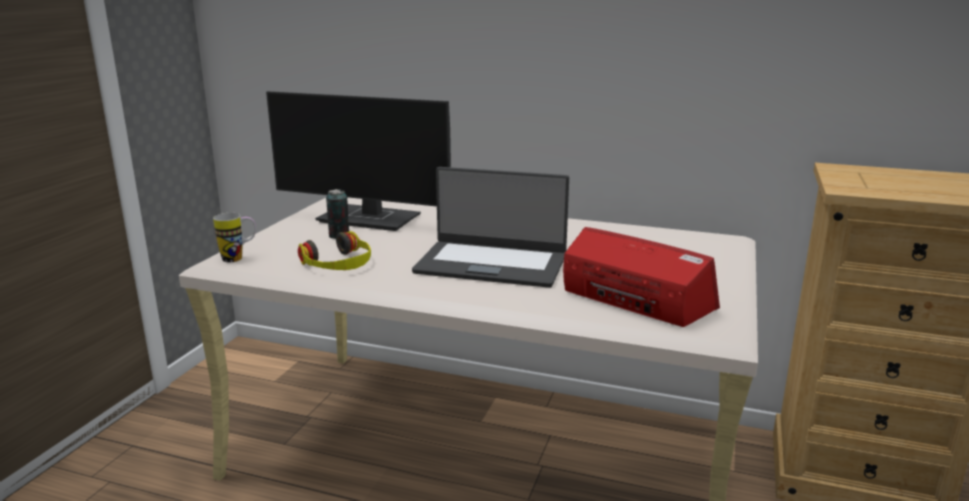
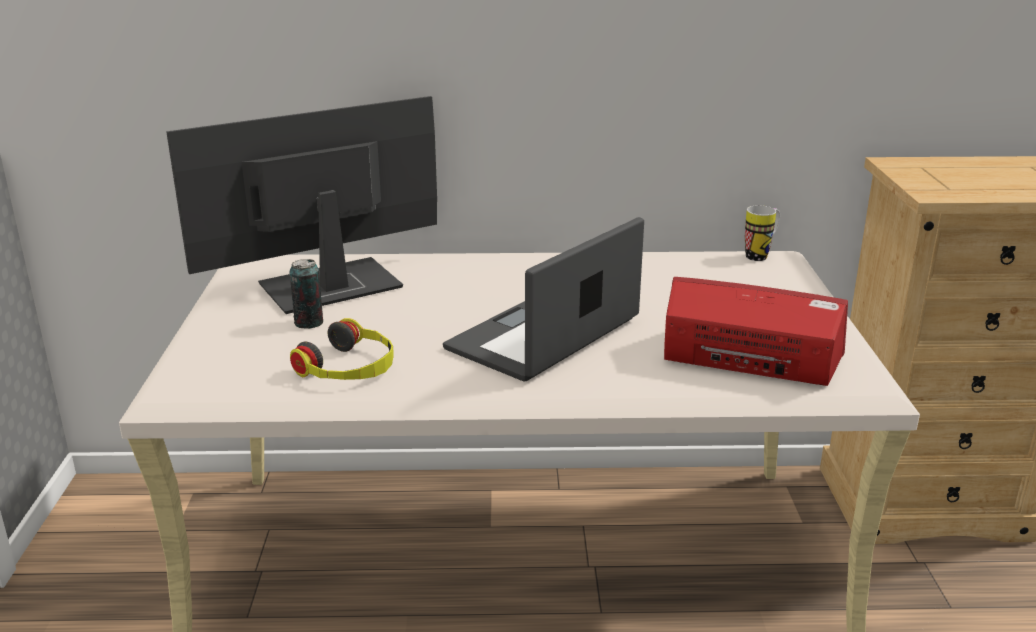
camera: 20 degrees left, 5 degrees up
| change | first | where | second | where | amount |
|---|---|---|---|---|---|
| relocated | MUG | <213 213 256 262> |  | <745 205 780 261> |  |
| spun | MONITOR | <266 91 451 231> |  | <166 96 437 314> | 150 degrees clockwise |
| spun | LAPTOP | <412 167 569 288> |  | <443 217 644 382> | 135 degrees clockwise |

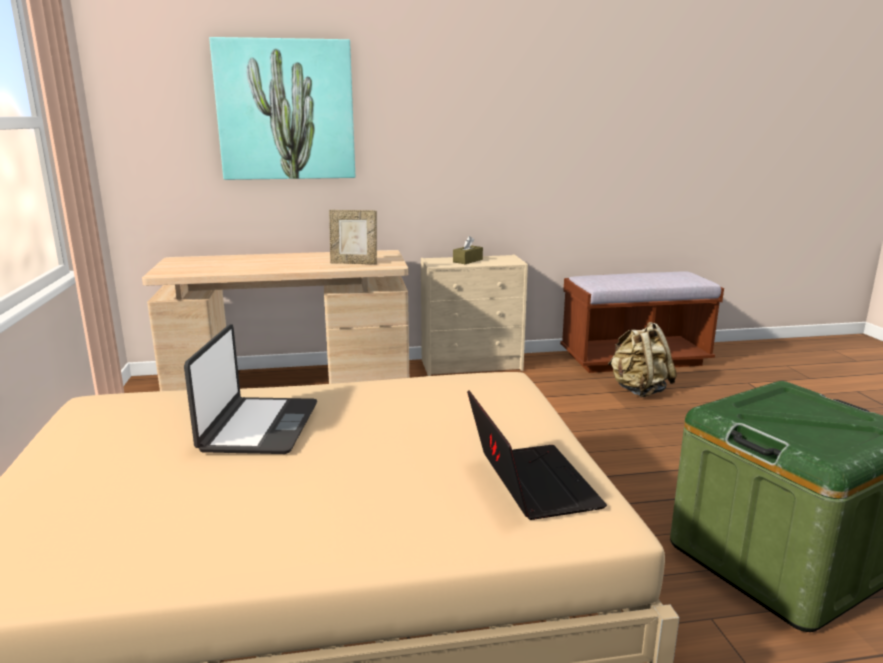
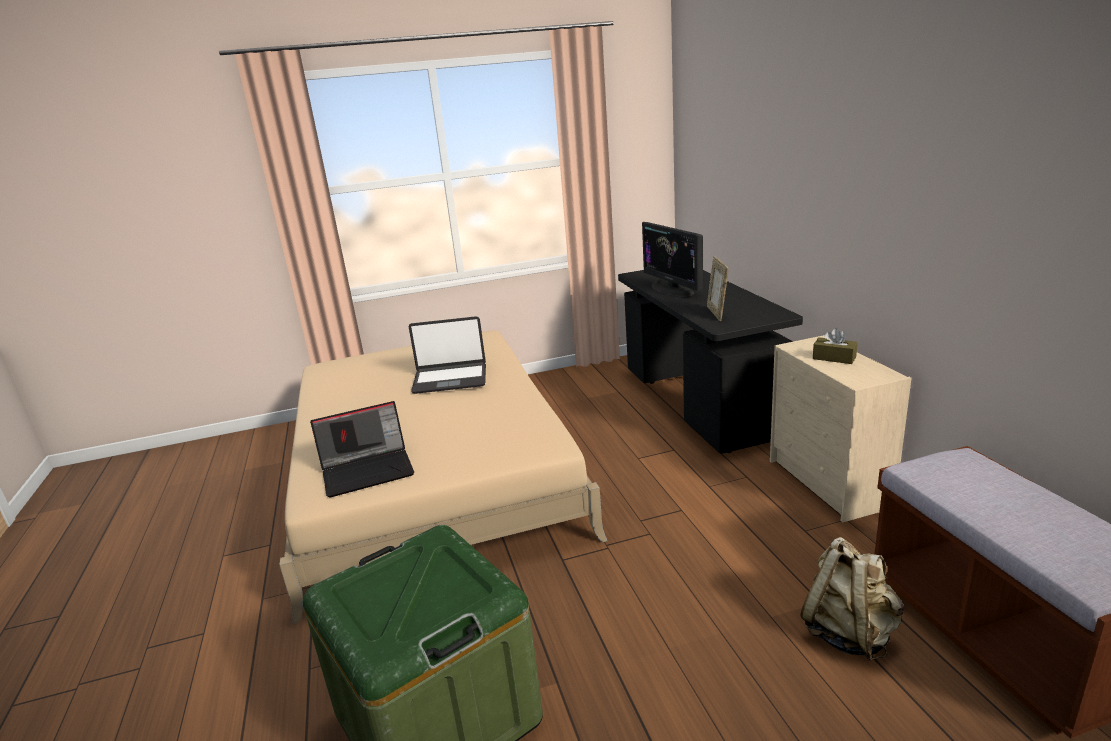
camera: 85 degrees right, 5 degrees up
| change | first | where | second | where | amount |
|---|---|---|---|---|---|
| missing | PICTURE | <209 37 355 180> |  |  |  |
| appeared |  |  | MONITOR | <642 222 703 296> |  |
| colour | BEIGE DESK | <142 250 409 391> | BLACK DESK | <618 270 803 454> |  |

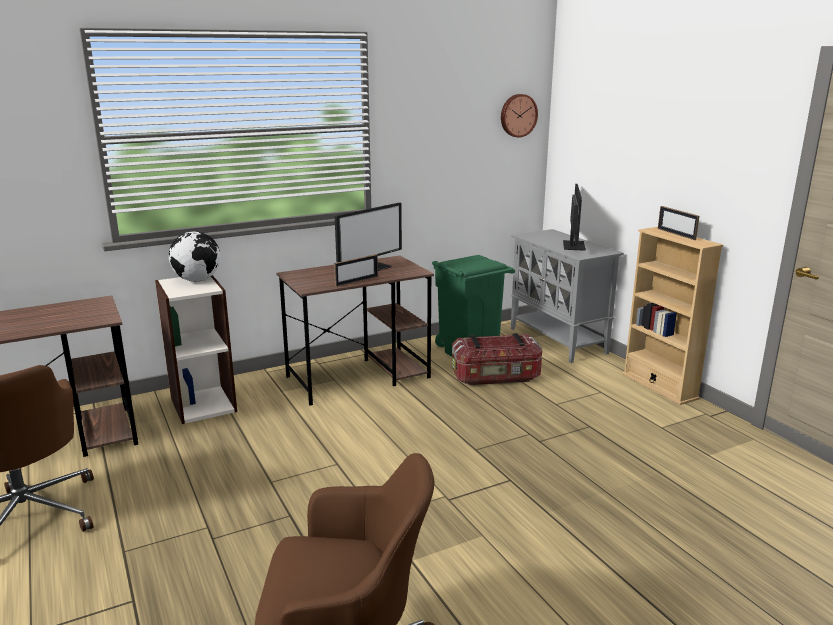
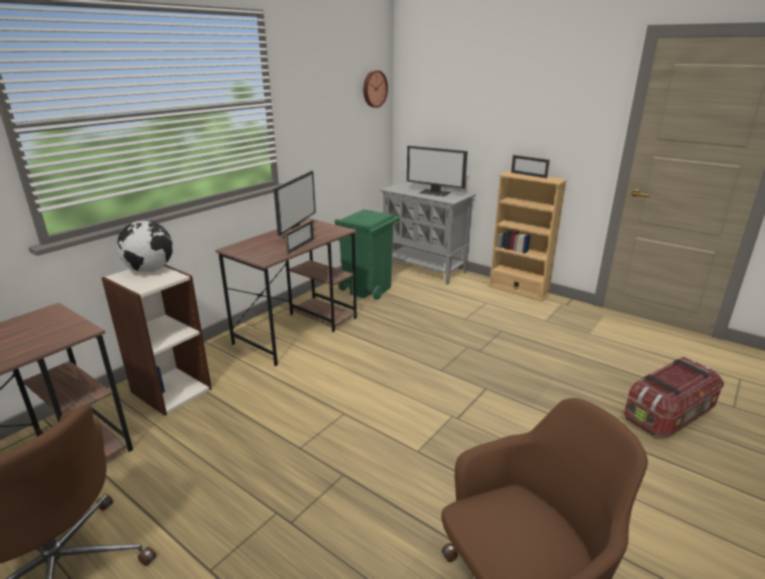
camera: 25 degrees left, 5 degrees up
| change | first | where | second | where | amount |
|---|---|---|---|---|---|
| relocated | STORAGE BOX | <452 333 542 385> |  | <623 357 725 437> |  |
| spun | MONITOR | <563 184 586 251> |  | <407 146 468 197> | 135 degrees clockwise |

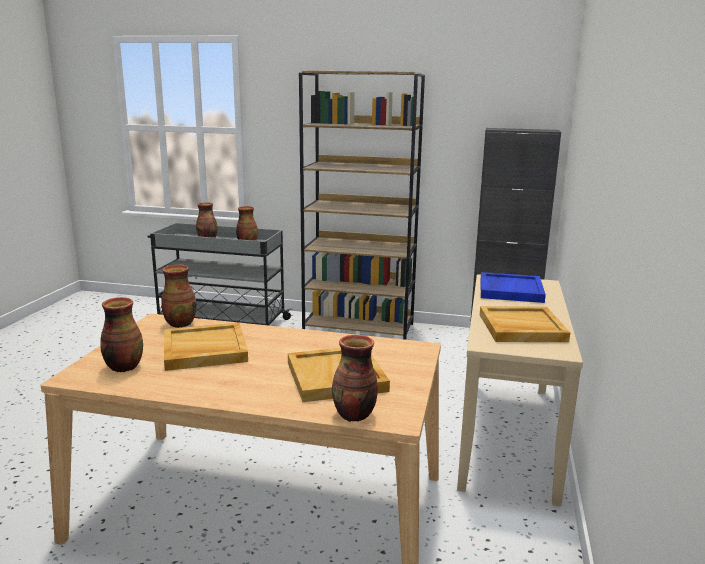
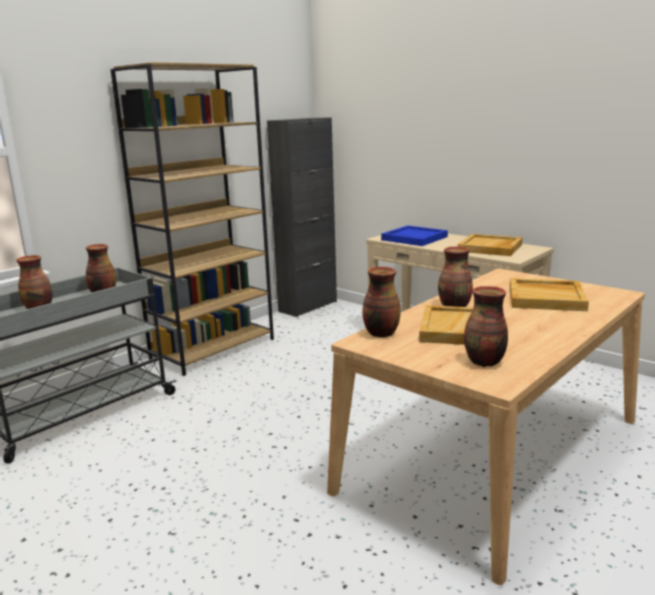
camera: 60 degrees left, 0 degrees up
| change | first | where | second | where | amount |
|---|---|---|---|---|---|
| relocated | VASE | <332 335 378 422> |  | <438 246 473 307> |  |

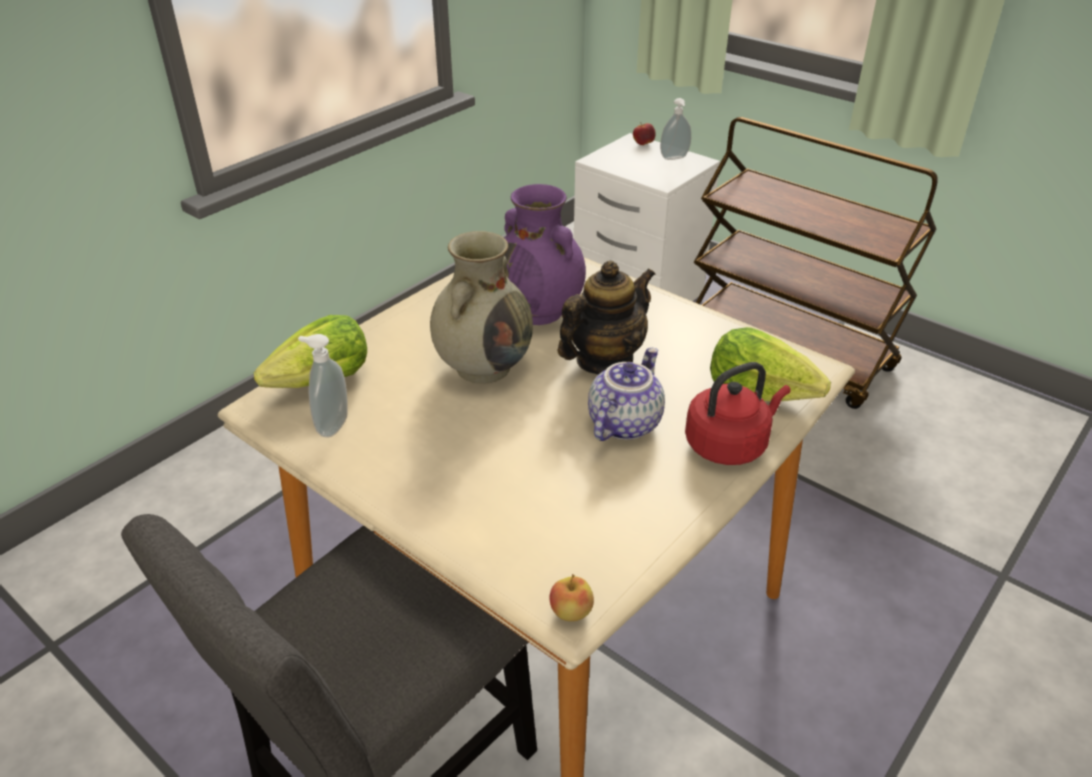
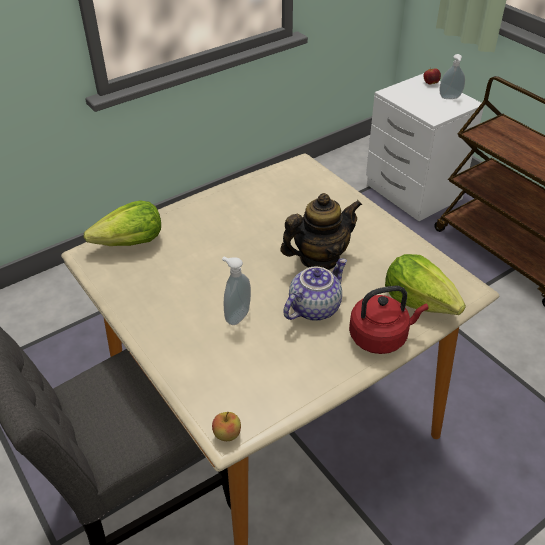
camera: 15 degrees right, 5 degrees up
| change | first | where | second | where | amount |
|---|---|---|---|---|---|
| missing | BEIGE VASE | <430 231 533 384> |  |  |  |
| missing | PURPLE VASE | <504 184 586 325> |  |  |  |
| relocated | SOAP DISPENSER | <298 334 348 438> |  | <222 257 251 325> |  |

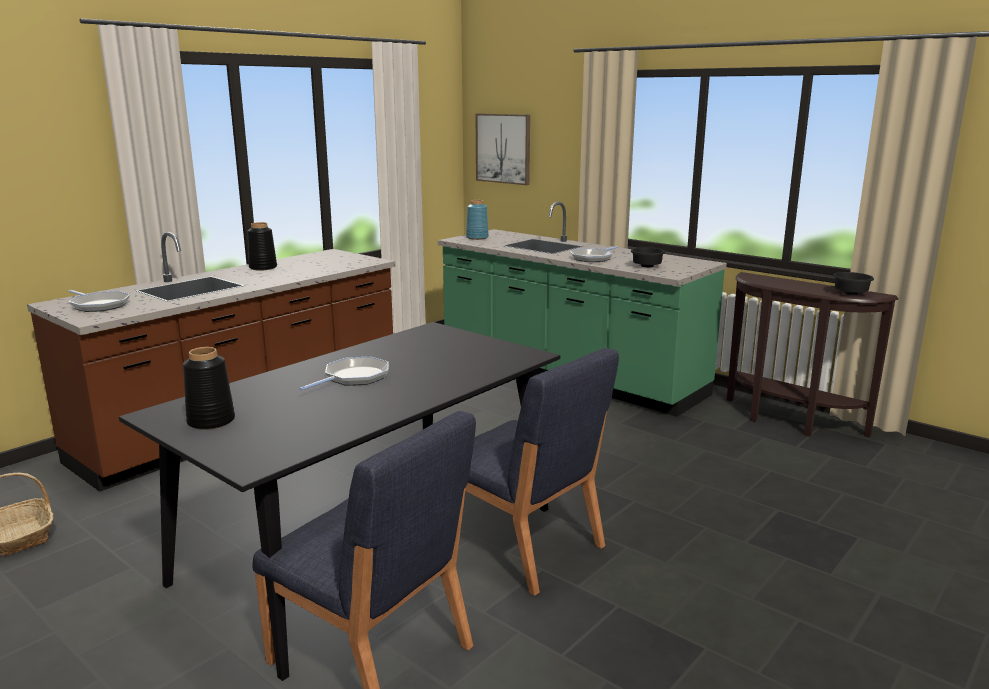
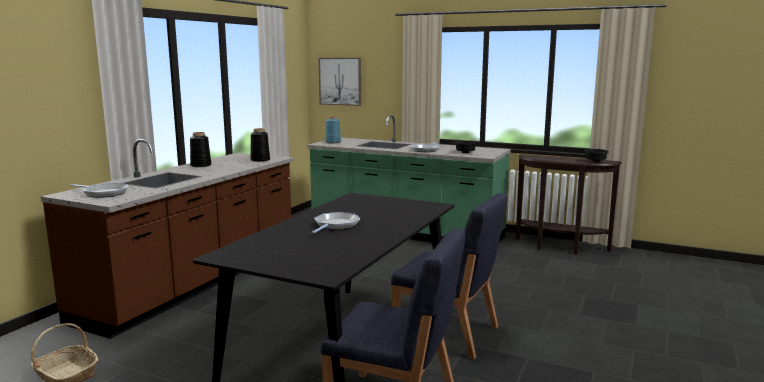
camera: 15 degrees left, 5 degrees down
| change | first | where | second | where | amount |
|---|---|---|---|---|---|
| relocated | BLACK VASE | <183 347 235 430> |  | <251 128 270 162> |  |

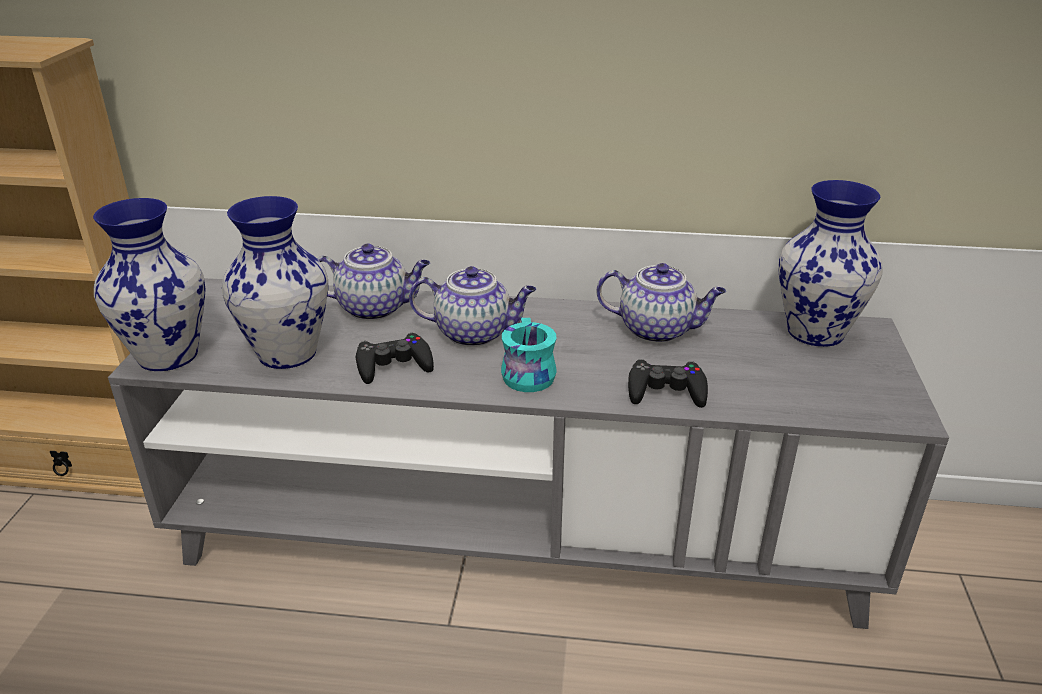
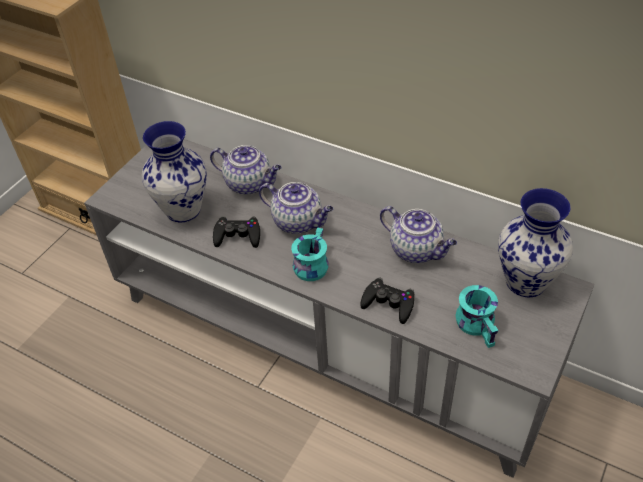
camera: 25 degrees right, 15 degrees up
| change | first | where | second | where | amount |
|---|---|---|---|---|---|
| missing | VASE | <93 198 206 371> |  |  |  |
| appeared |  |  | TURQUOISE MUG | <456 285 499 348> |  |

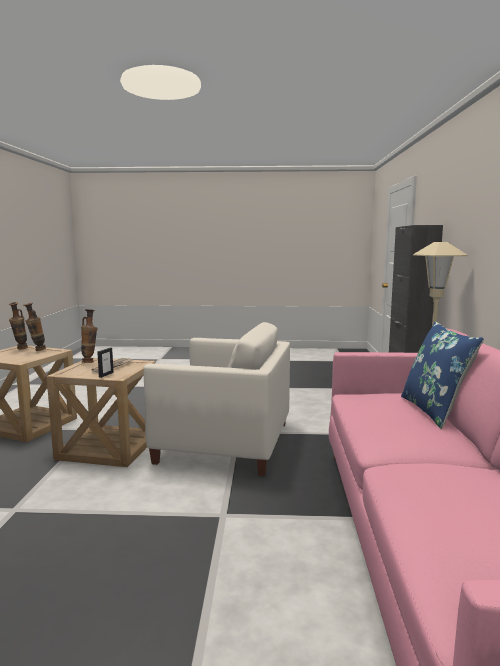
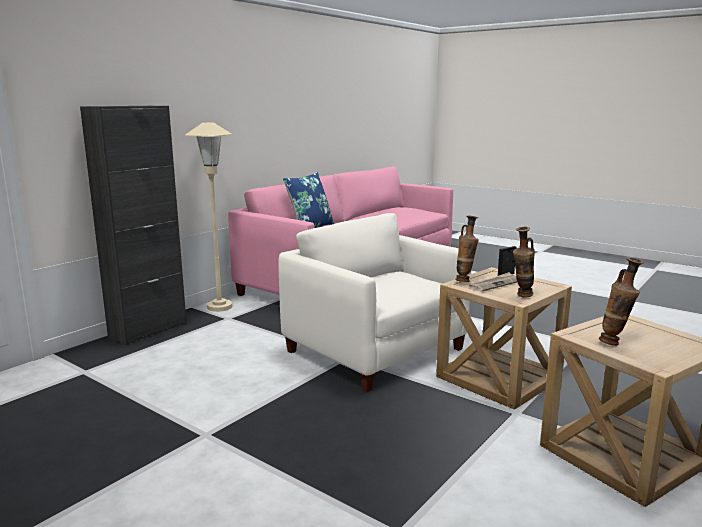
camera: 145 degrees left, 5 degrees up
| change | first | where | second | where | amount |
|---|---|---|---|---|---|
| relocated | VASE | <9 302 28 350> |  | <456 216 479 282> |  |

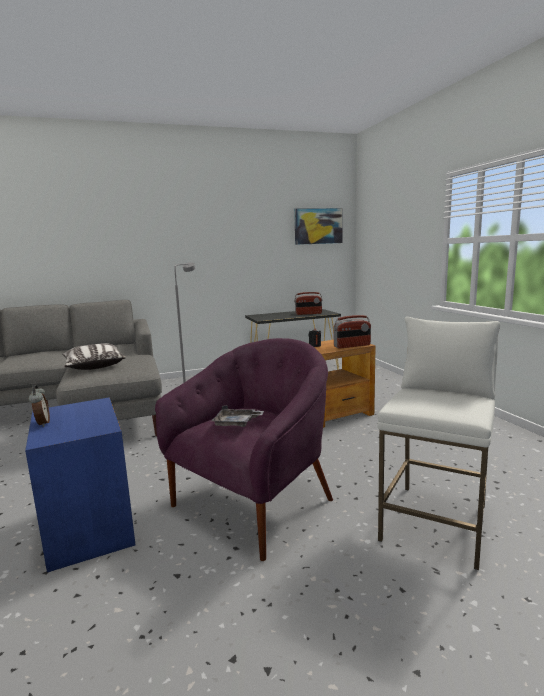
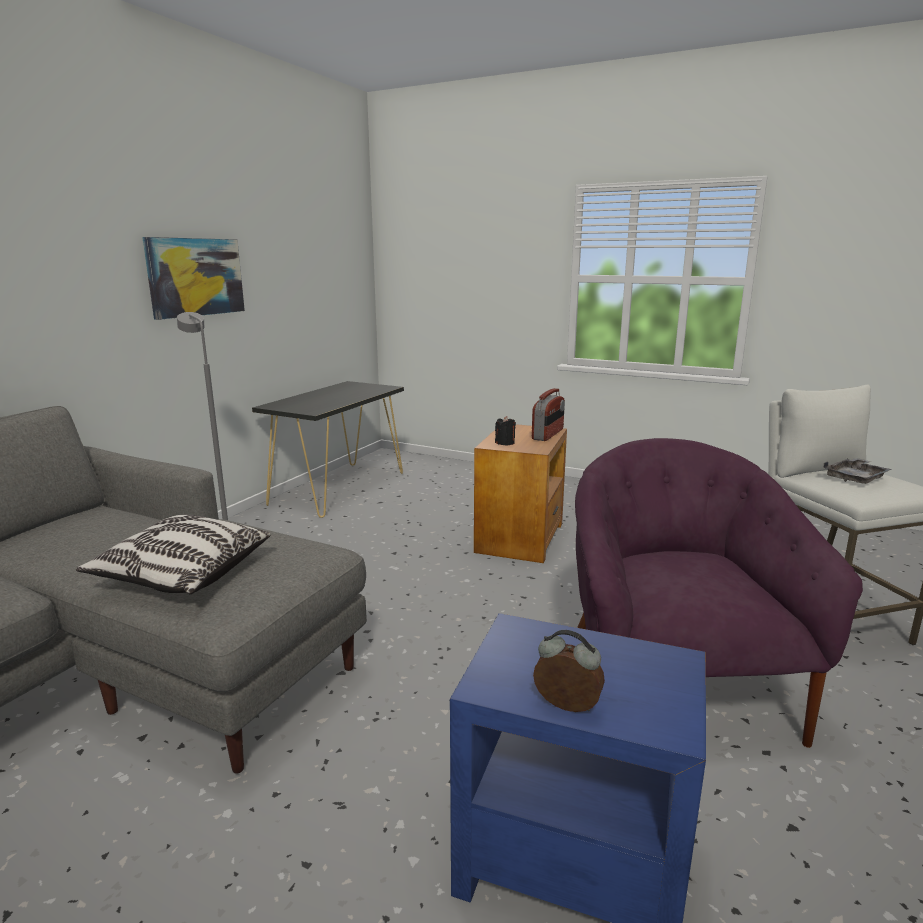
camera: 45 degrees left, 5 degrees up
| change | first | where | second | where | amount |
|---|---|---|---|---|---|
| missing | RADIO | <294 292 323 315> |  |  |  |
| relocated | GREY TRAY | <211 406 264 427> |  | <824 458 892 484> |  |
| relocated | PICTURE | <294 208 343 245> |  | <142 237 245 320> |  |

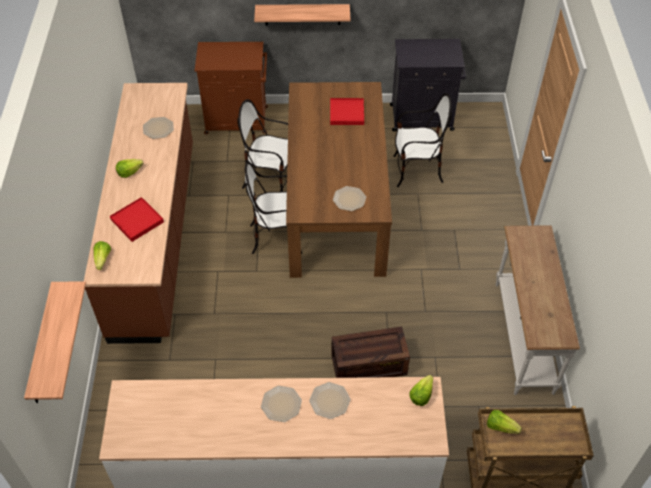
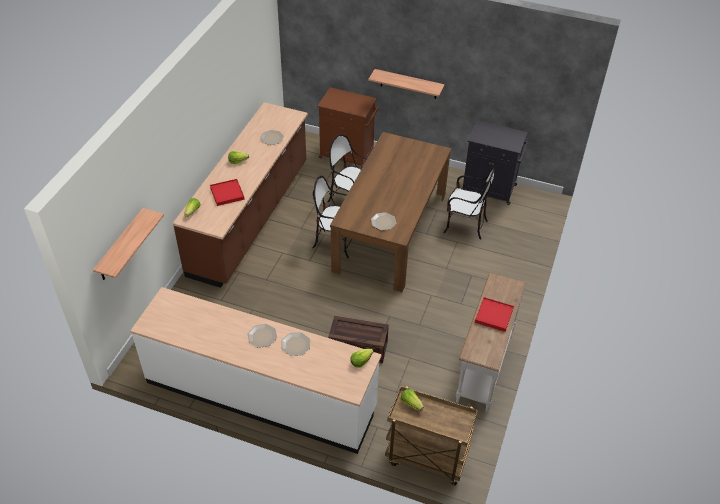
camera: 20 degrees right, 5 degrees down
| change | first | where | second | where | amount |
|---|---|---|---|---|---|
| relocated | RED TRAY | <330 98 364 125> |  | <475 297 514 332> |  |

